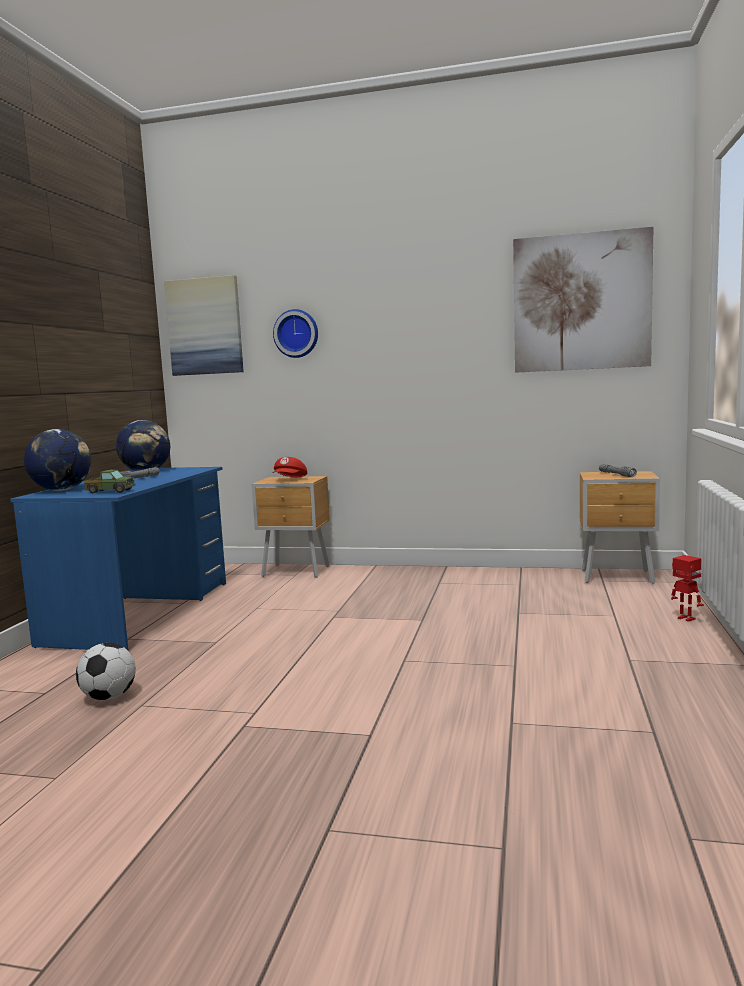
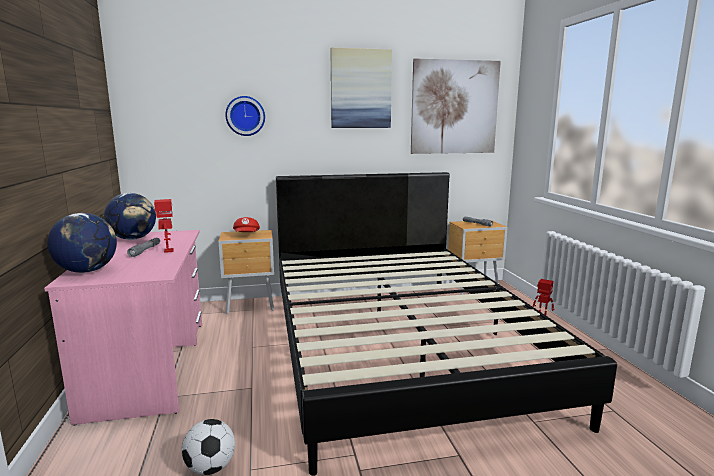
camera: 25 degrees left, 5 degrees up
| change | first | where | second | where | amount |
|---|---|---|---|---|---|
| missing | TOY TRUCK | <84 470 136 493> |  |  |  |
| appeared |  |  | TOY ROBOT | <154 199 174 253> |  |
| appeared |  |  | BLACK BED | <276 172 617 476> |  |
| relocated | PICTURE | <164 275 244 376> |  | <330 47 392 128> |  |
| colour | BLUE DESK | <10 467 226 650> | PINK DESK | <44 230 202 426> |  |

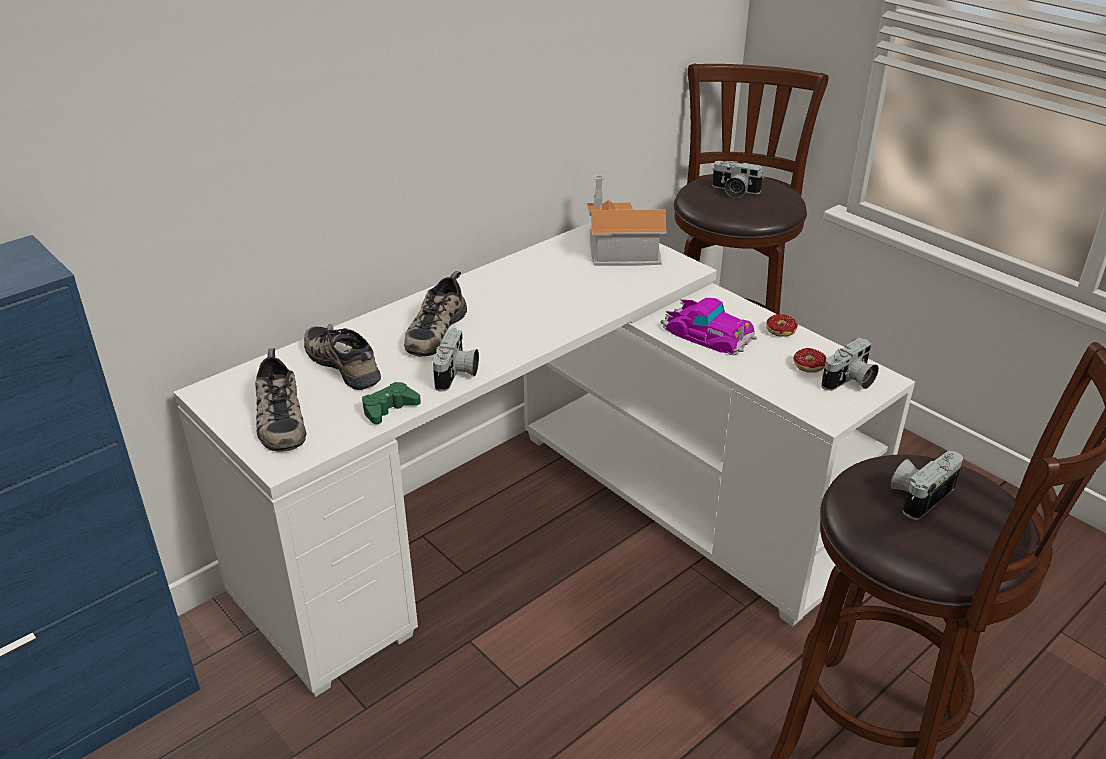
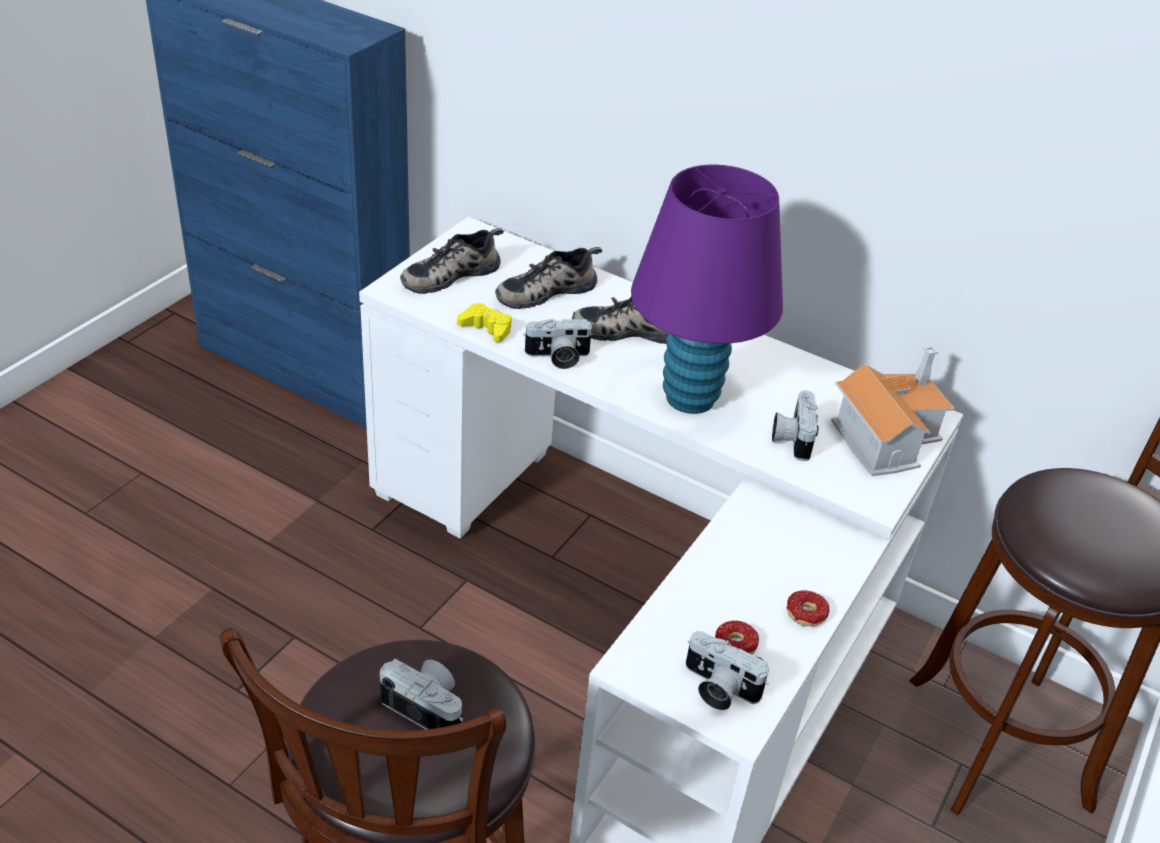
camera: 70 degrees right, 5 degrees up
| change | first | where | second | where | amount |
|---|---|---|---|---|---|
| missing | TOY CAR | <660 298 757 355> |  |  |  |
| appeared |  |  | PURPLE TABLE LAMP | <631 165 783 414> |  |
| relocated | PHOTO CAMERA | <712 161 764 198> |  | <772 391 819 461> |  |
| colour | GREEN GAME CONTROLLER | <362 382 421 424> | YELLOW GAME CONTROLLER | <457 303 512 342> |  |
| spun | SHOE | <304 324 381 390> |  | <495 247 602 309> | 150 degrees counterclockwise |

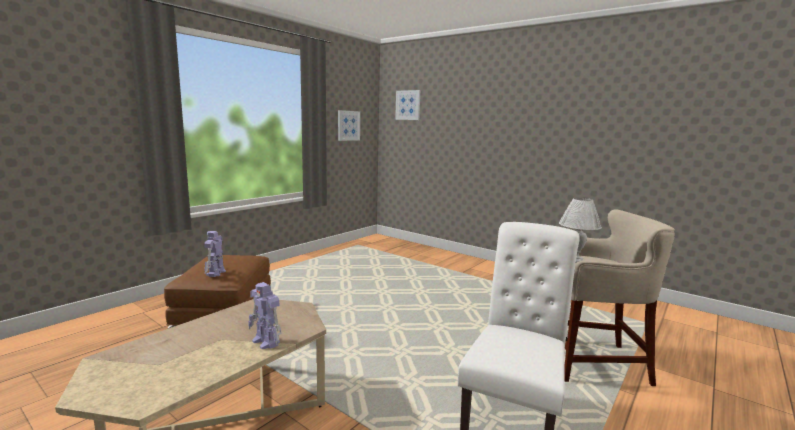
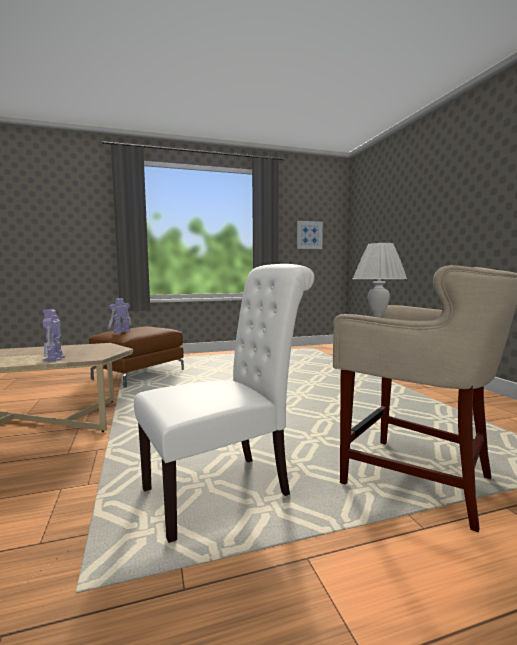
camera: 35 degrees right, 5 degrees down
| change | first | where | second | where | amount |
|---|---|---|---|---|---|
| missing | PICTURE | <395 90 420 120> |  |  |  |

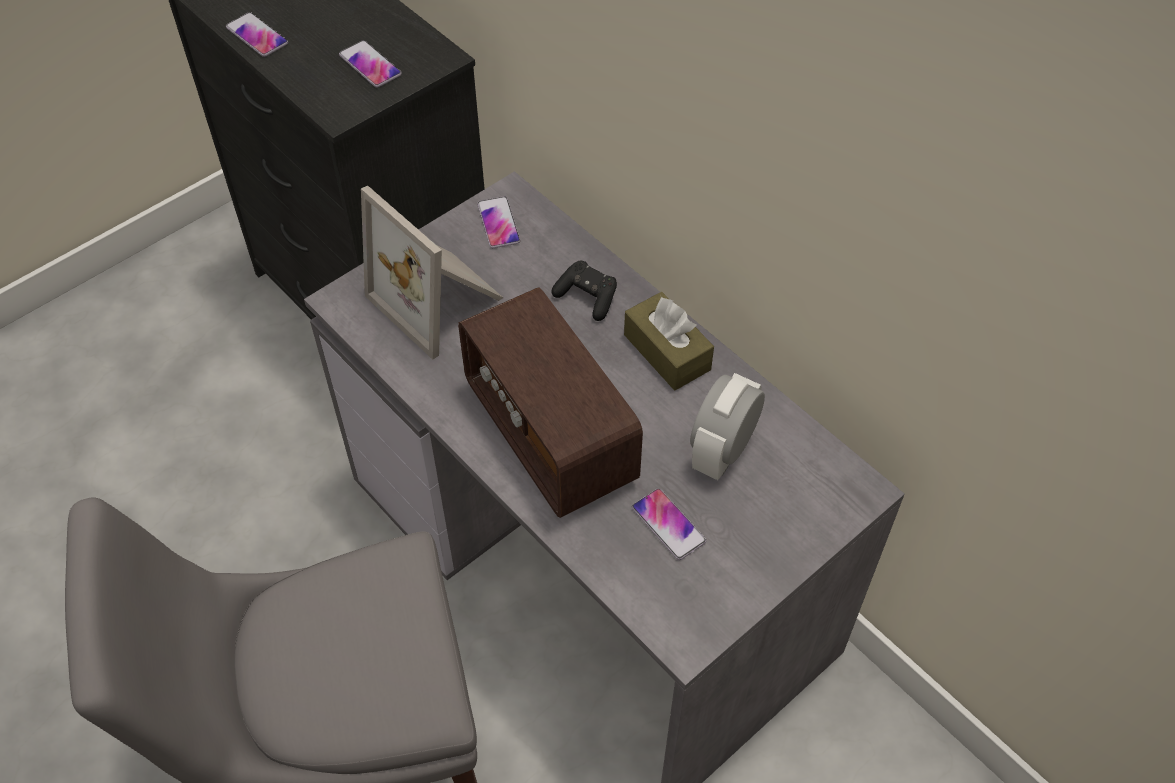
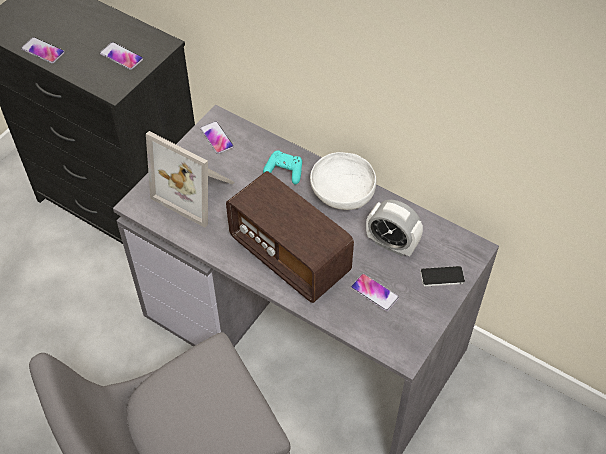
camera: 15 degrees left, 0 degrees up
| change | first | where | second | where | amount |
|---|---|---|---|---|---|
| appeared |  |  | PHONE | <420 266 465 286> |  |
| exchanged | BROWN TISSUE BOX | <624 292 714 390> | WHITE BOWL | <310 152 376 210> |  |
| colour | BLACK GAME CONTROLLER | <552 261 617 321> | TURQUOISE GAME CONTROLLER | <263 150 302 184> |  |
| spun | ALARM CLOCK | <690 373 765 480> |  | <366 200 423 256> | 75 degrees counterclockwise |

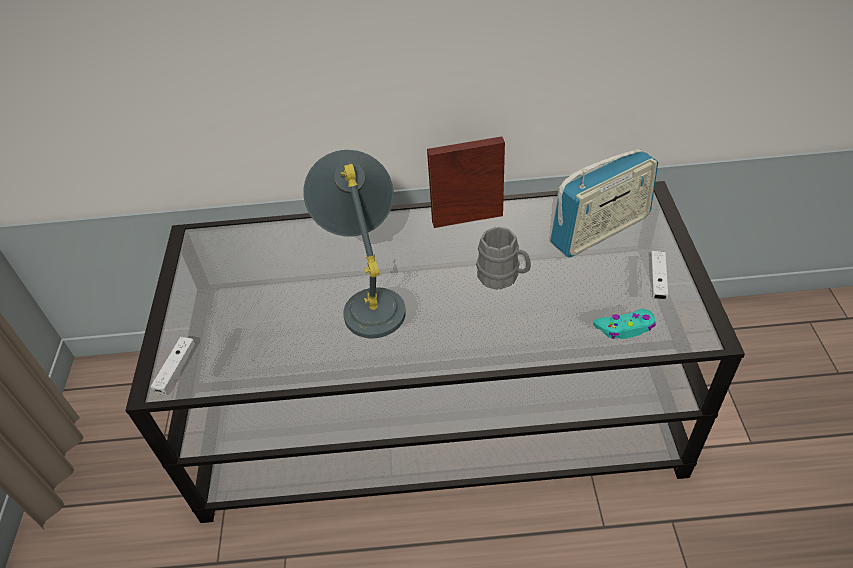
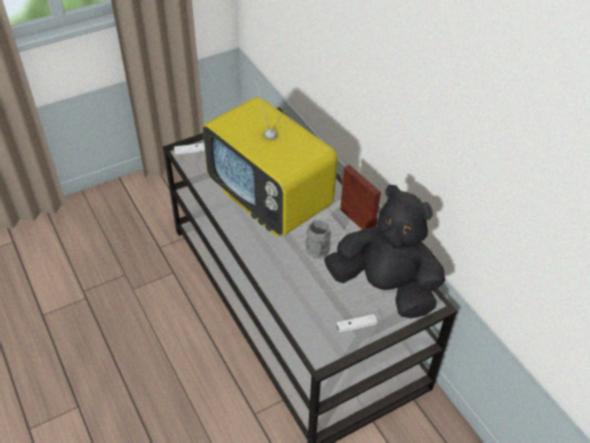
camera: 60 degrees right, 0 degrees up
| change | first | where | second | where | amount |
|---|---|---|---|---|---|
| missing | TURQUOISE GAME CONTROLLER | <593 309 656 339> |  |  |  |
| exchanged | GREY TABLE LAMP | <303 150 406 338> | TELEVISION | <203 78 338 237> |  |
| exchanged | RADIO | <550 148 658 257> | BLACK PLUSH TOY | <324 185 445 318> |  |

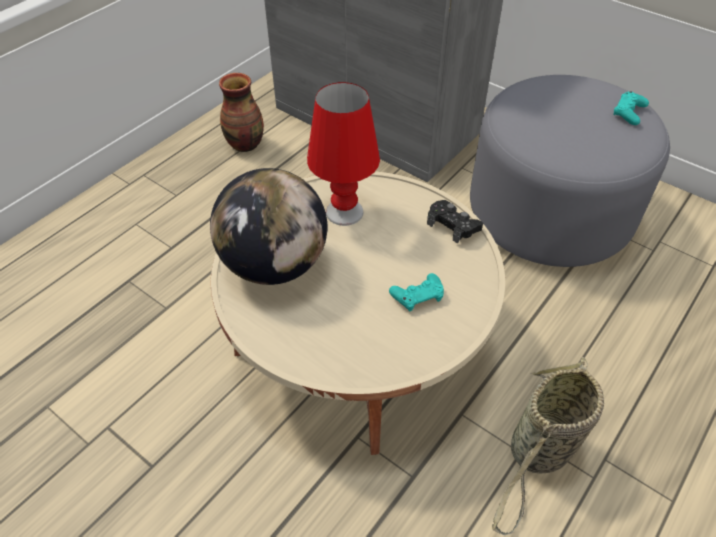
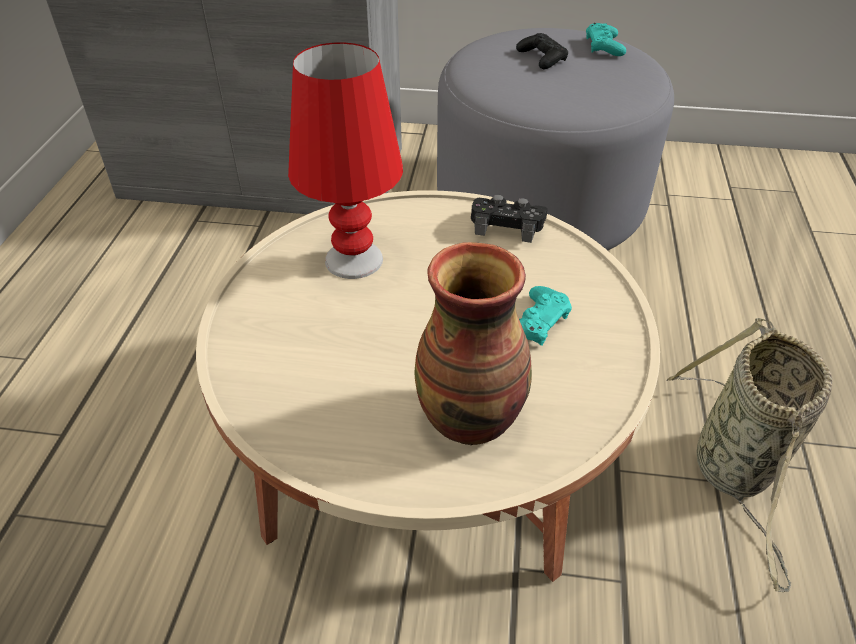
camera: 30 degrees left, 5 degrees down
| change | first | where | second | where | amount |
|---|---|---|---|---|---|
| missing | GLOBE | <210 168 327 285> |  |  |  |
| appeared |  |  | BLACK GAME CONTROLLER | <516 33 568 69> |  |
| relocated | VASE | <219 73 264 152> |  | <415 242 532 445> |  |

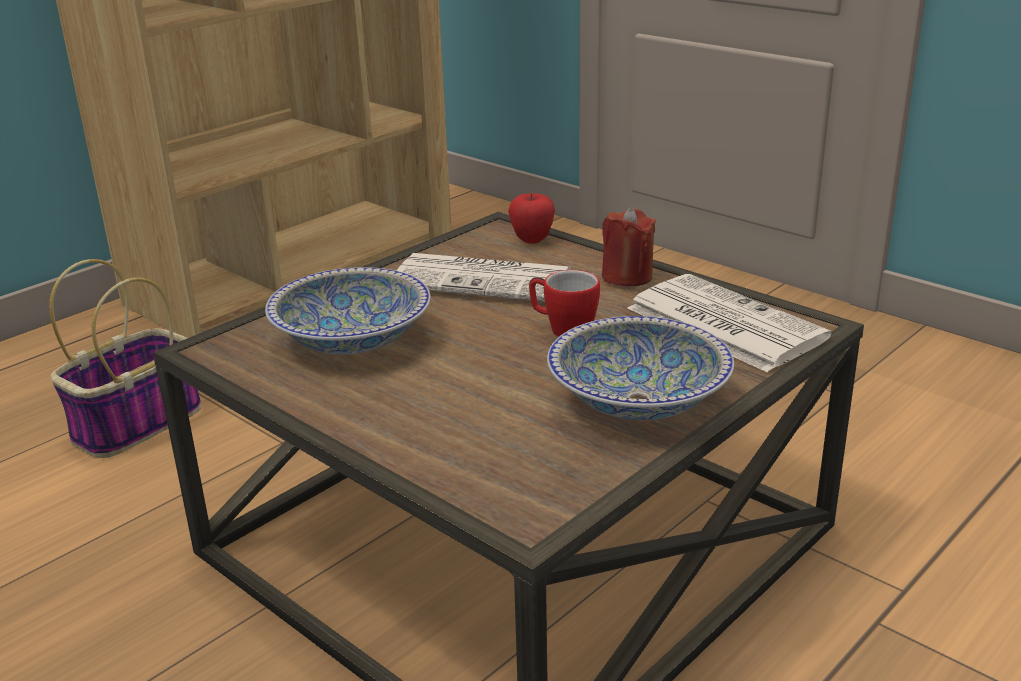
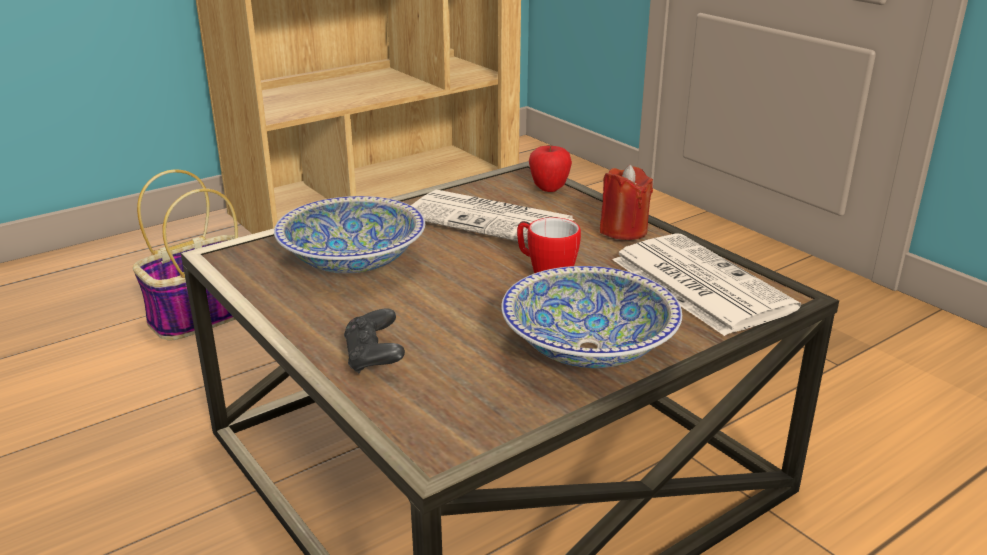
camera: 10 degrees right, 0 degrees up
| change | first | where | second | where | amount |
|---|---|---|---|---|---|
| appeared |  |  | BLACK GAME CONTROLLER | <344 308 405 374> |  |

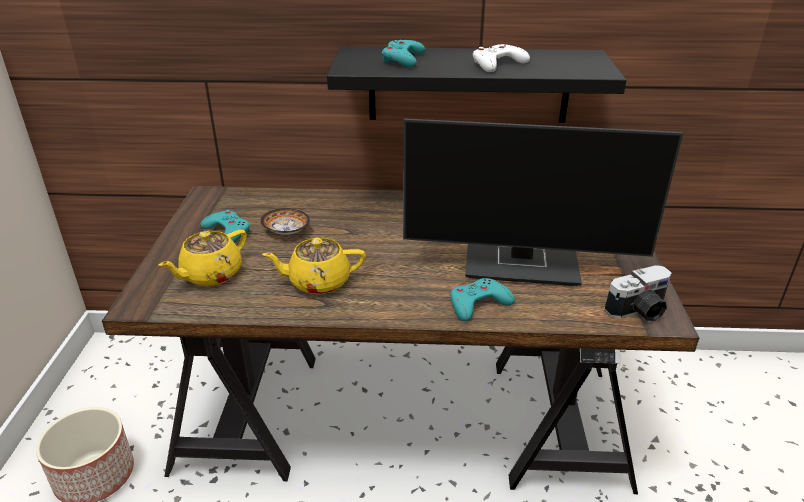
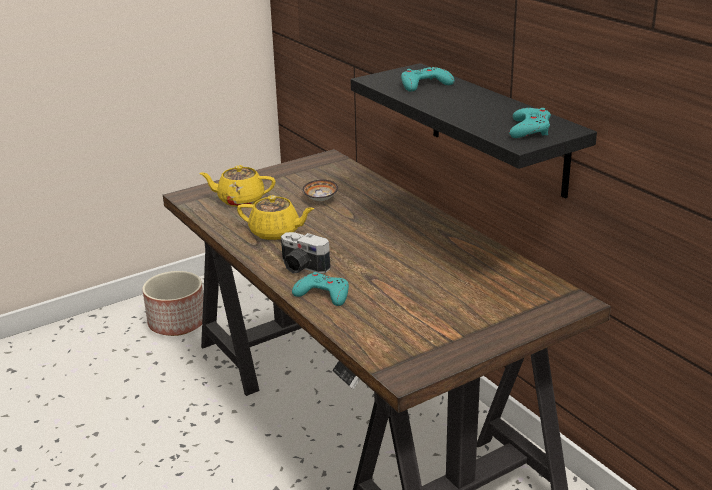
camera: 55 degrees right, 5 degrees down
| change | first | where | second | where | amount |
|---|---|---|---|---|---|
| missing | MONITOR | <403 118 683 286> |  |  |  |
| missing | WHITE GAME CONTROLLER | <473 44 530 72> |  |  |  |
| relocated | TURQUOISE GAME CONTROLLER | <201 210 250 243> |  | <509 108 551 138> |  |
| relocated | PHOTO CAMERA | <604 265 672 322> |  | <281 232 331 274> |  |
| spun | YELLOW TEAPOT | <262 238 366 295> |  | <237 195 314 240> | 150 degrees clockwise |

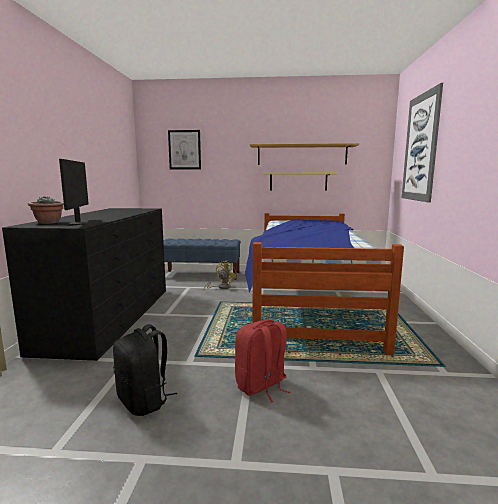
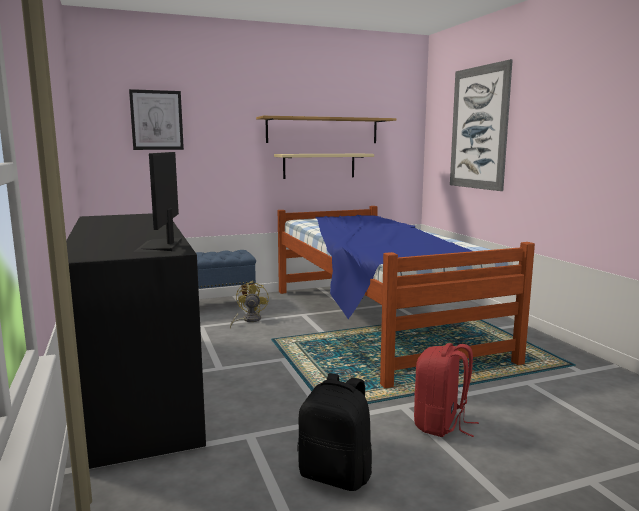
camera: 25 degrees left, 0 degrees up
| change | first | where | second | where | amount |
|---|---|---|---|---|---|
| missing | POTTED PLANT | <28 196 64 224> |  |  |  |
| spun | MONITOR | <59 159 102 226> |  | <134 152 182 252> | 150 degrees counterclockwise |

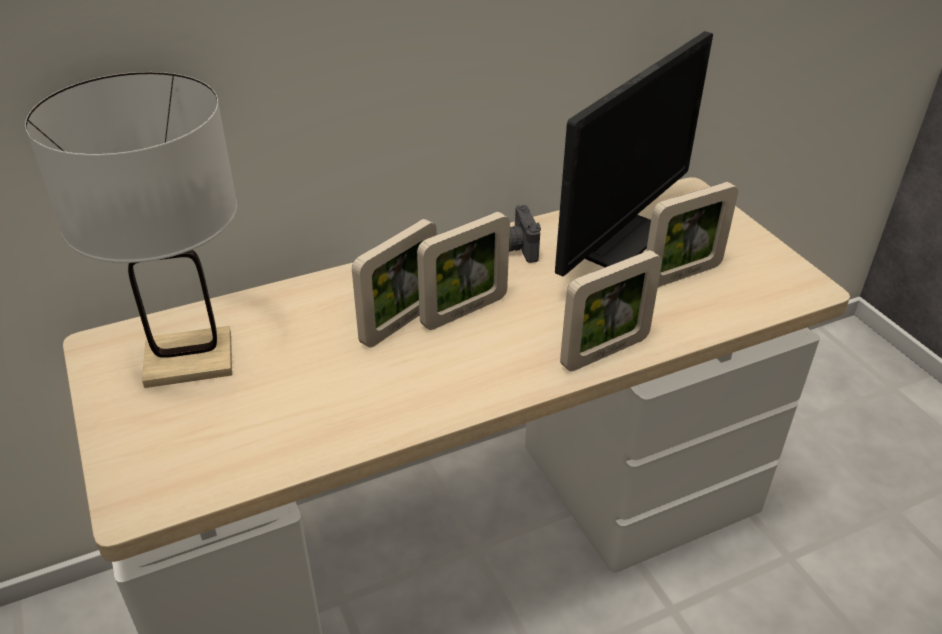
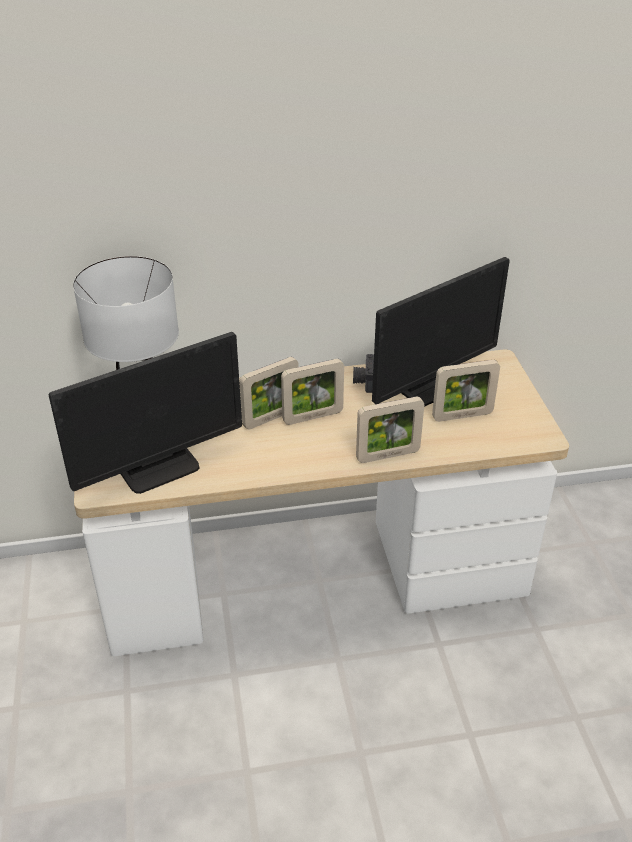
camera: 15 degrees right, 0 degrees up
| change | first | where | second | where | amount |
|---|---|---|---|---|---|
| appeared |  |  | MONITOR | <49 332 242 494> |  |

